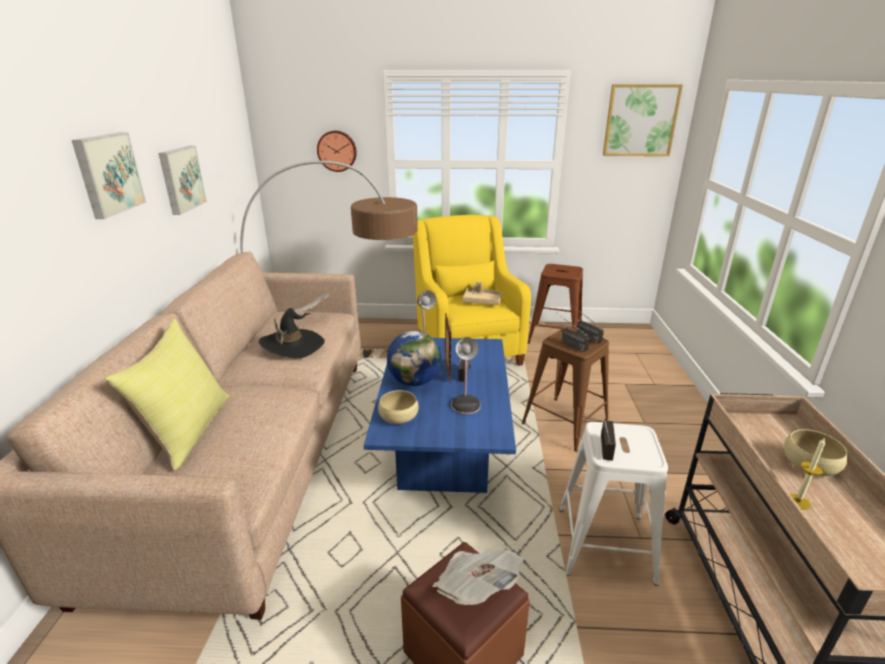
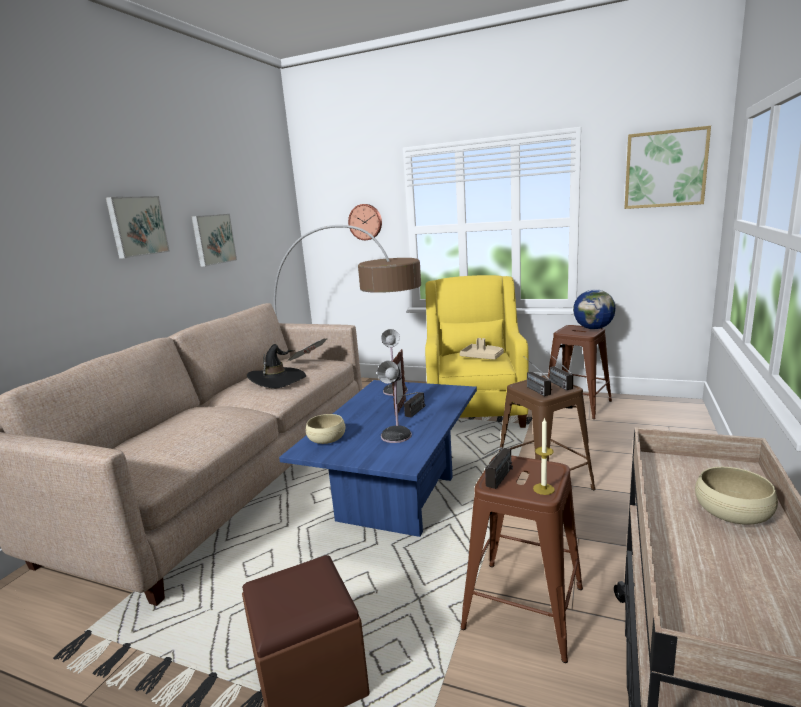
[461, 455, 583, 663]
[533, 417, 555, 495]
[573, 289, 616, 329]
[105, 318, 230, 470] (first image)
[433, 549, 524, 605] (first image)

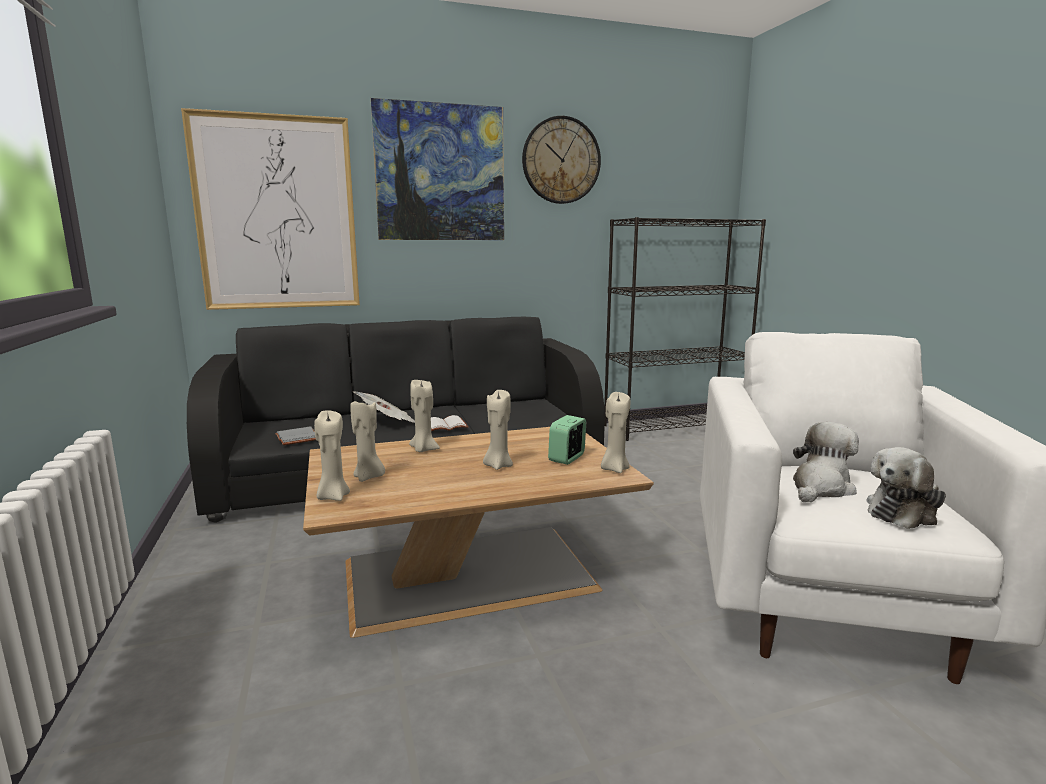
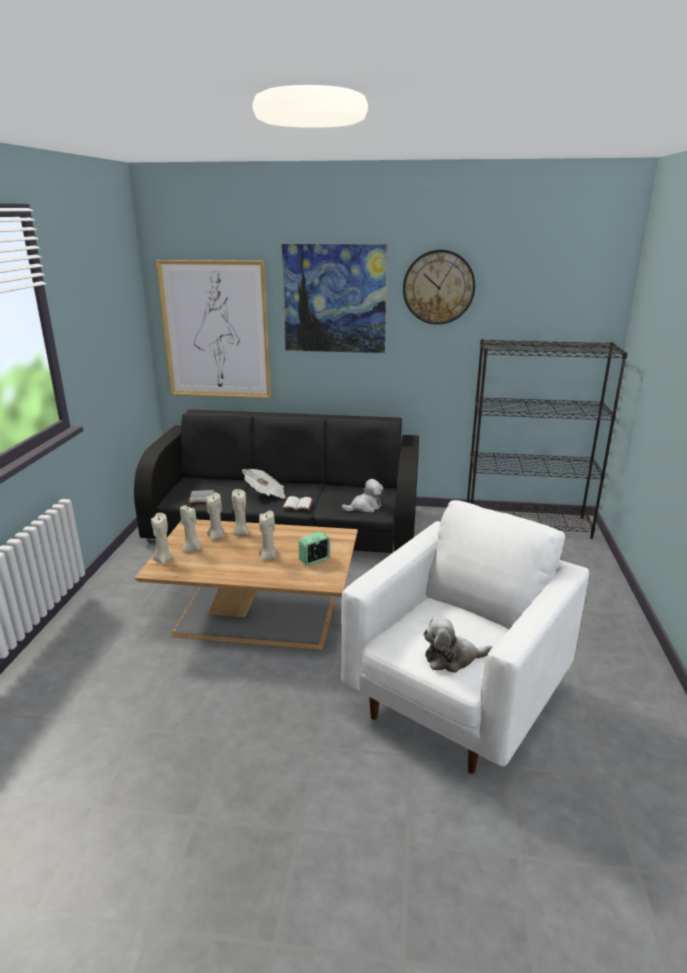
[206, 493, 224, 540]
[342, 479, 384, 512]

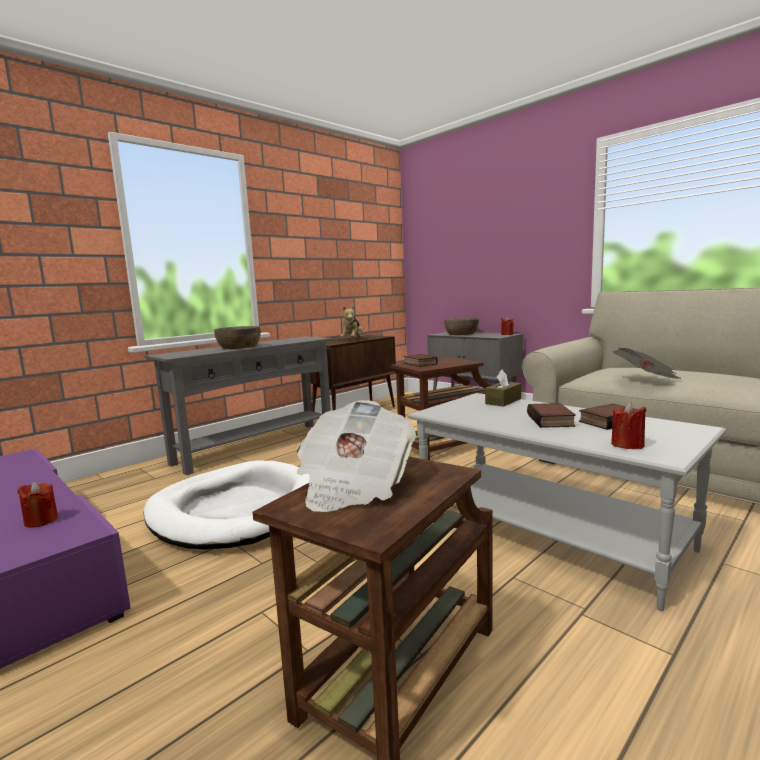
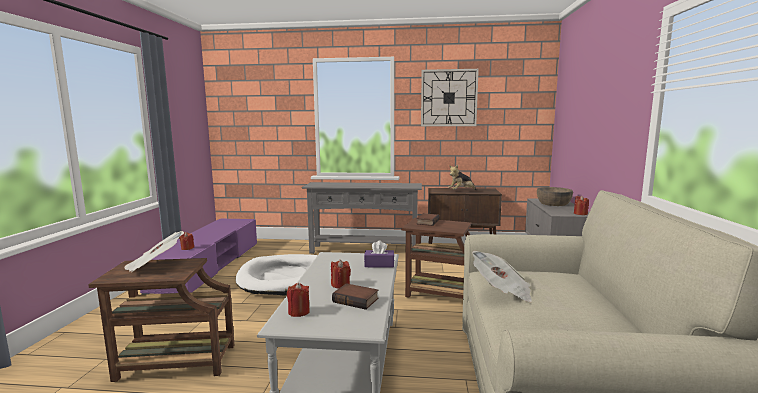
[331, 260, 351, 289]
[364, 240, 394, 268]
[421, 69, 479, 126]
[214, 326, 261, 349] (first image)

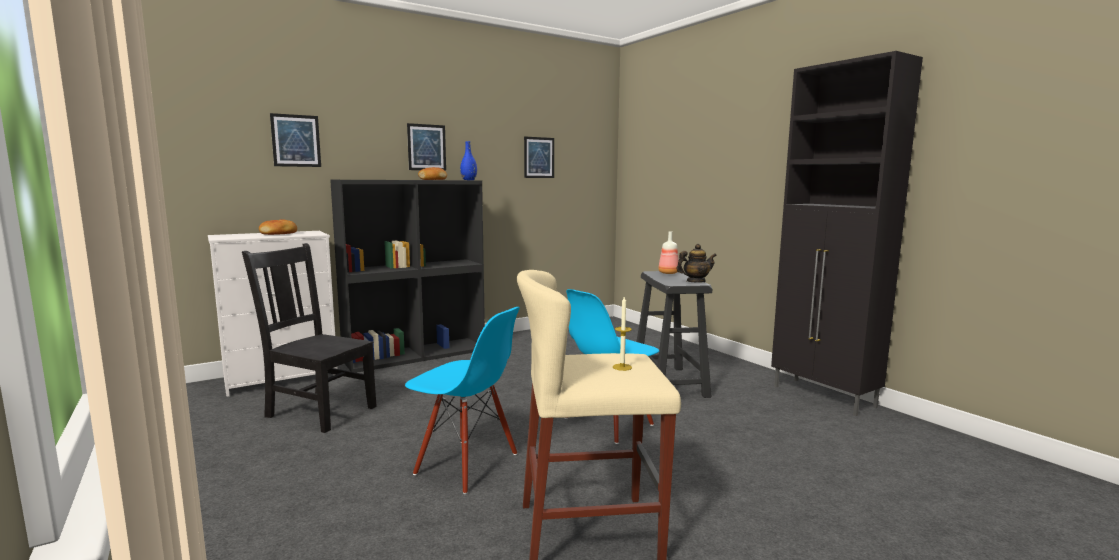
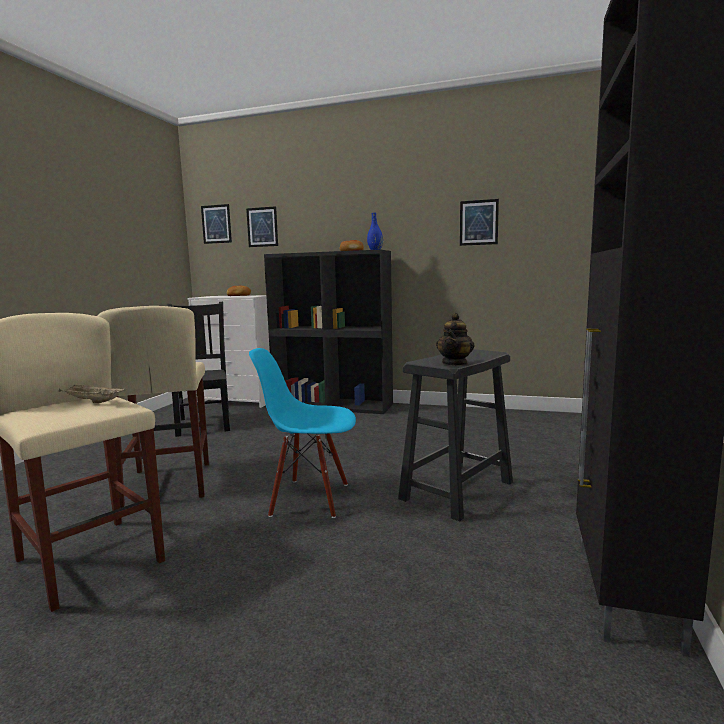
[59, 384, 127, 403]
[97, 306, 209, 508]
[201, 204, 232, 244]
[436, 313, 475, 366]
[613, 297, 632, 371] (first image)
[658, 231, 679, 274] (first image)

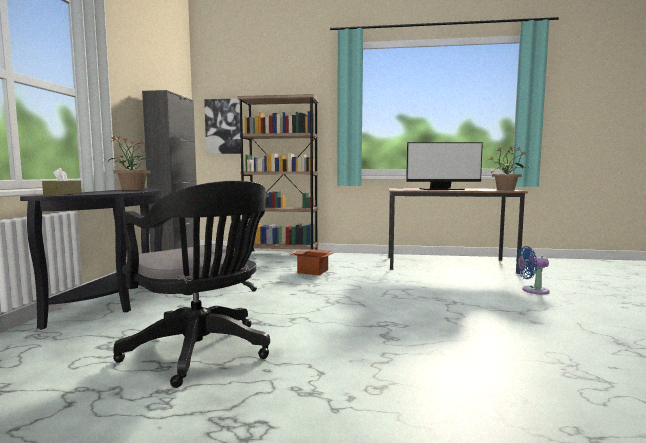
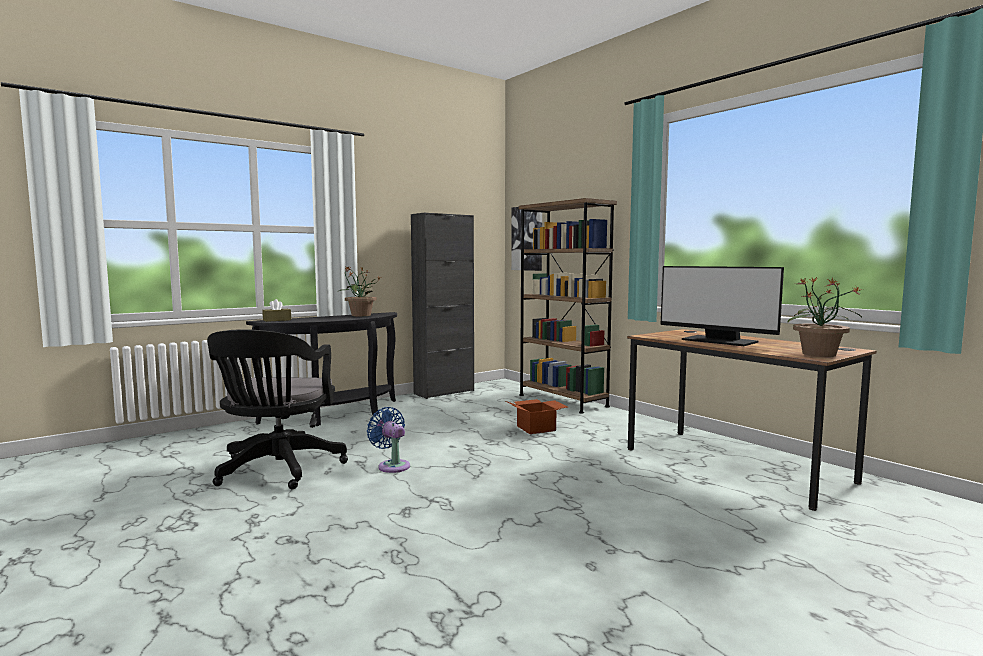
[367, 407, 410, 473]

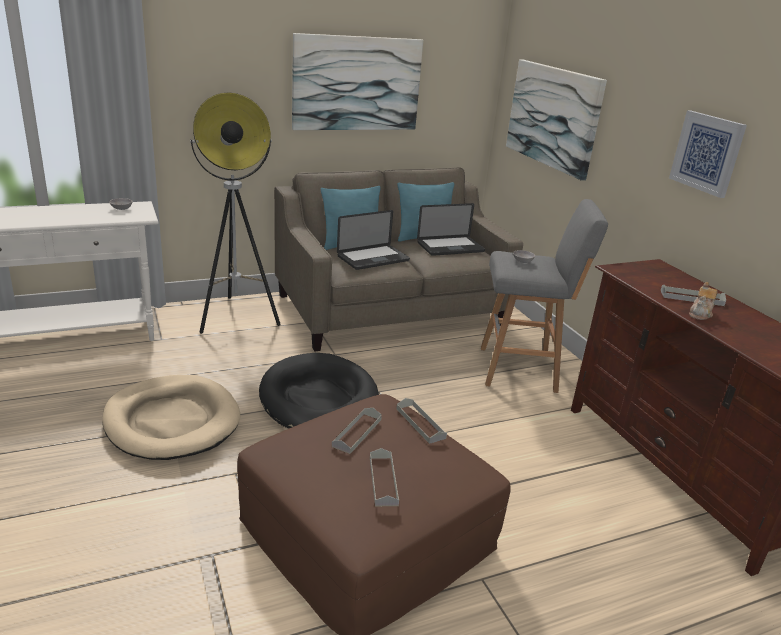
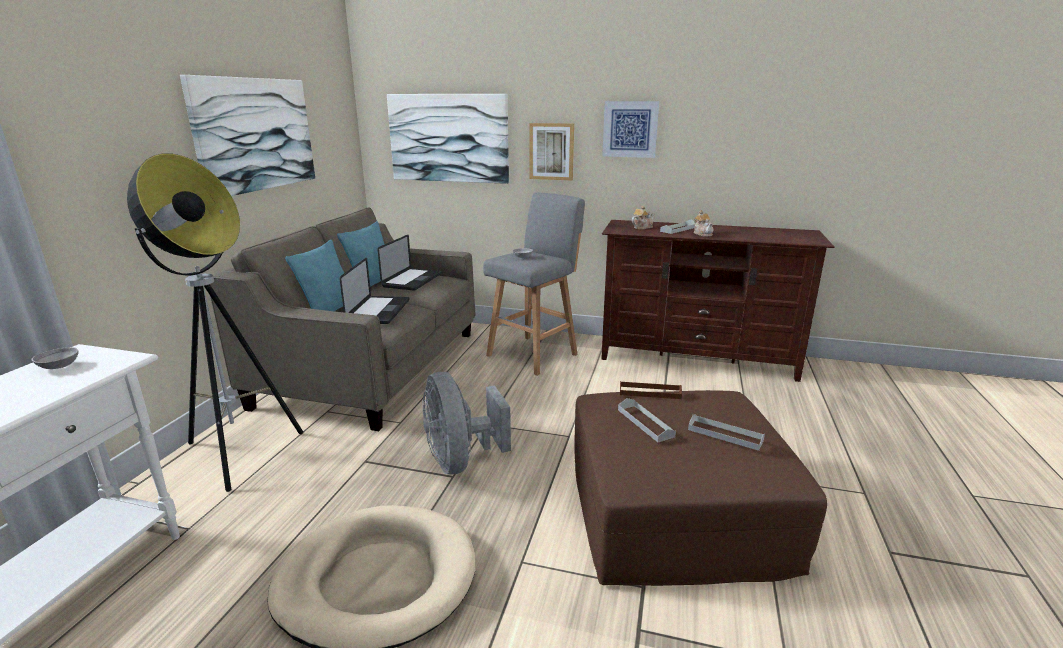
[422, 372, 511, 474]
[530, 123, 574, 180]
[620, 381, 682, 399]
[632, 206, 655, 229]

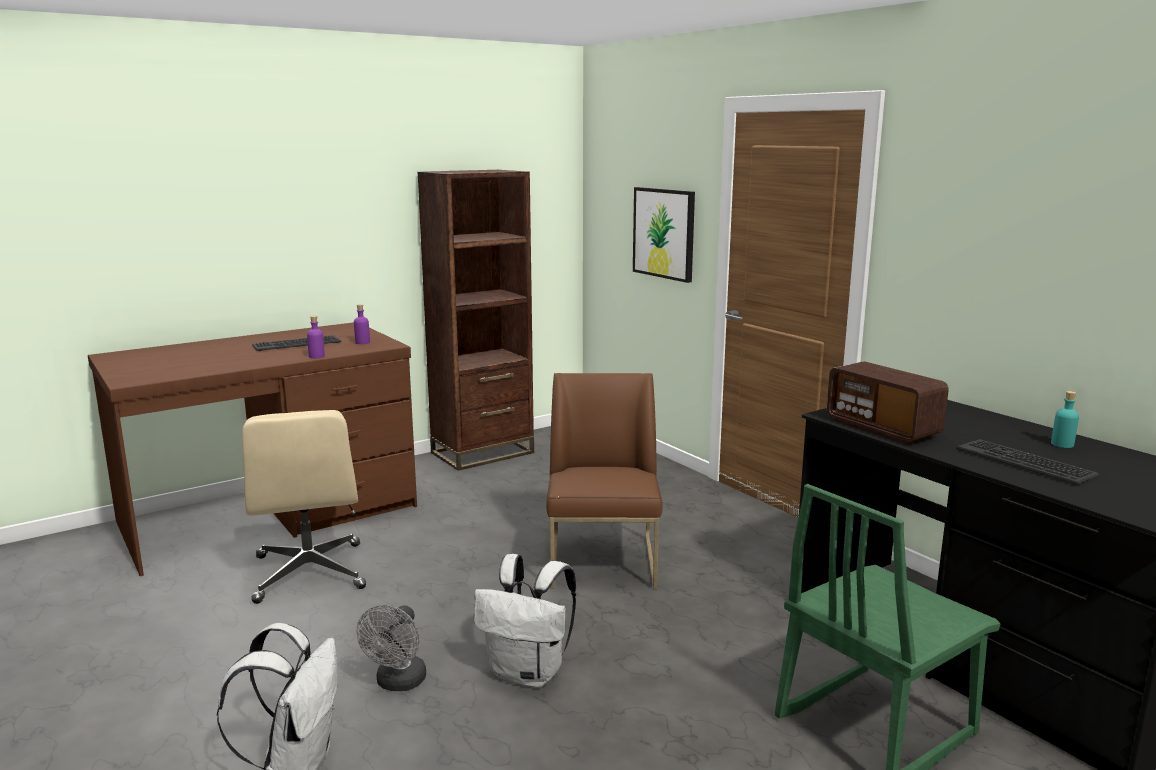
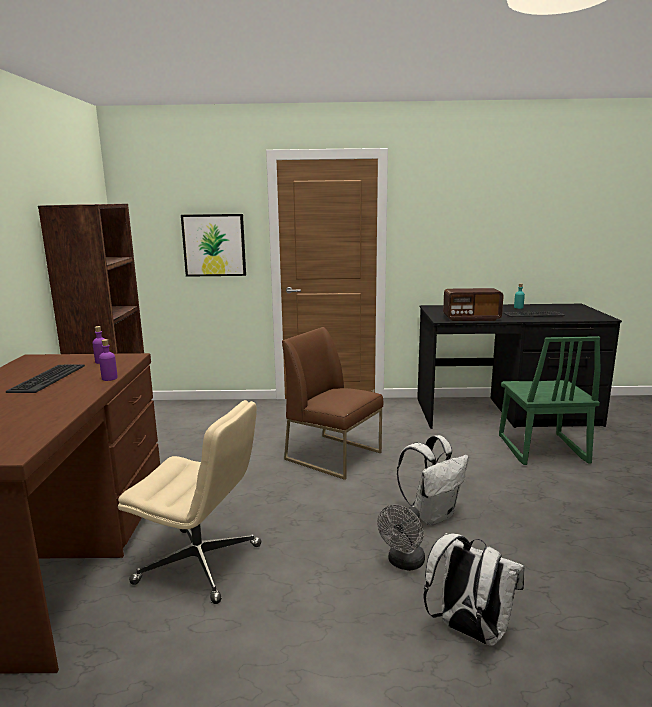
[377, 505, 425, 571]

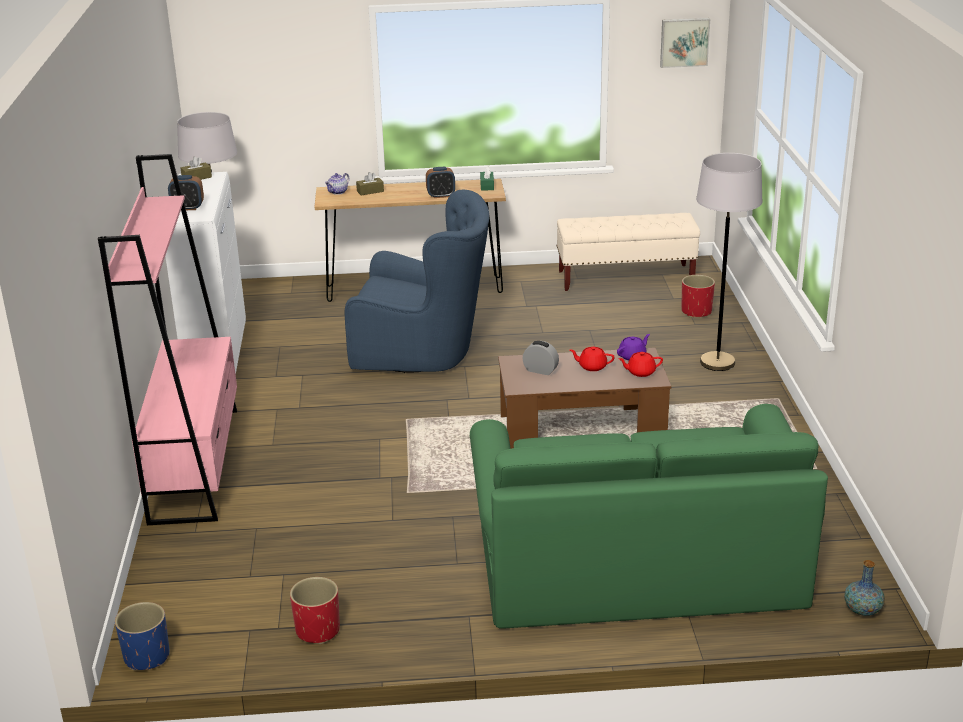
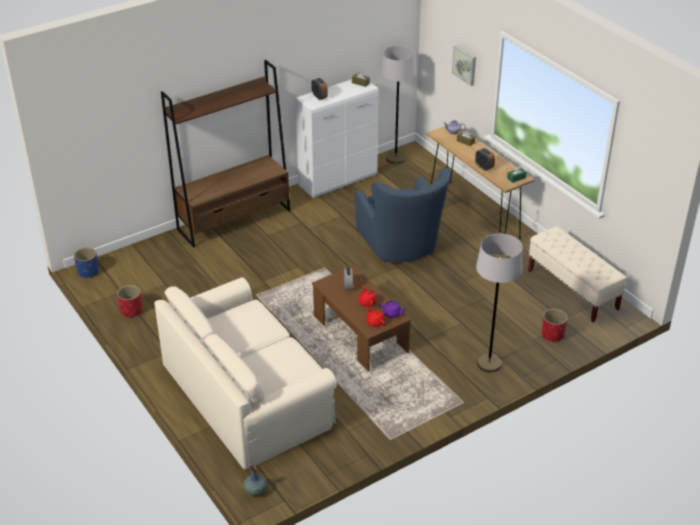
[154, 277, 337, 469]
[161, 60, 290, 248]
[452, 45, 476, 86]

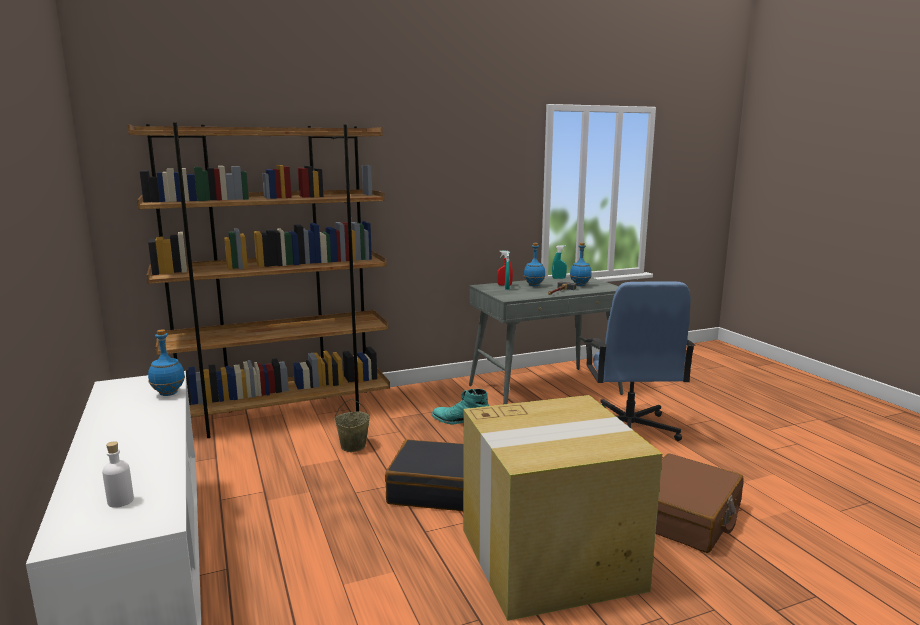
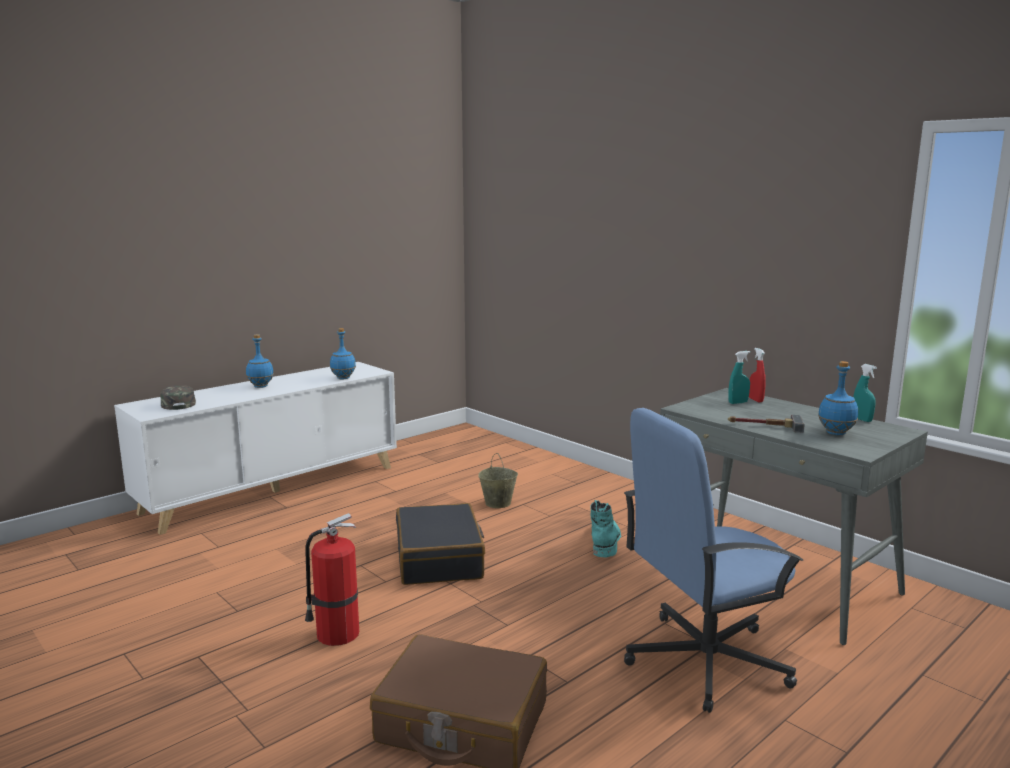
[161, 386, 196, 410]
[246, 335, 274, 388]
[305, 513, 359, 646]
[128, 123, 390, 438] (first image)

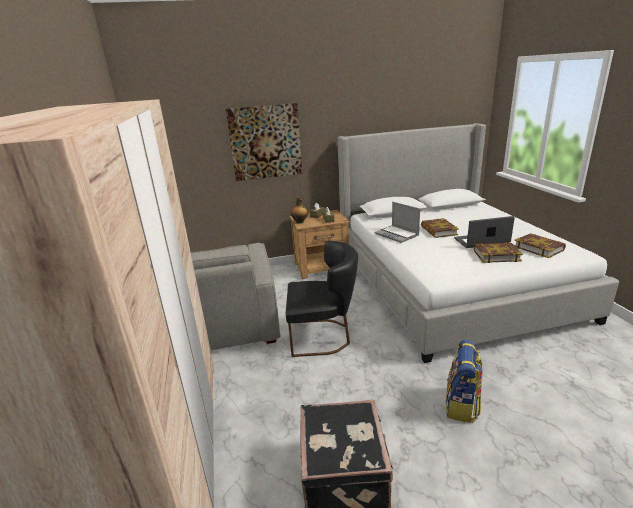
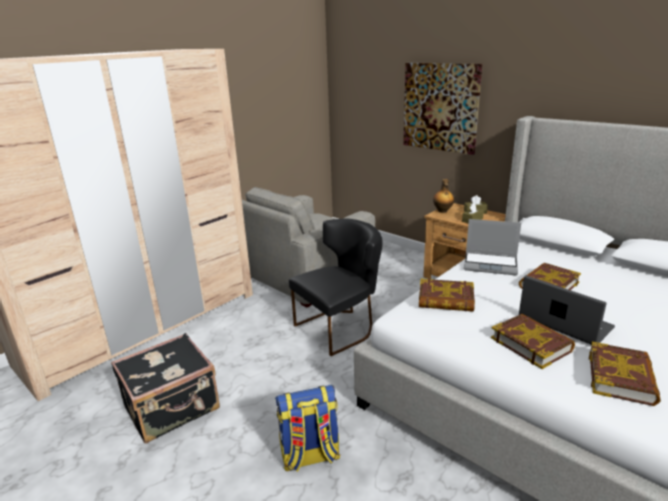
[289, 219, 383, 356]
[419, 278, 475, 312]
[464, 219, 521, 275]

